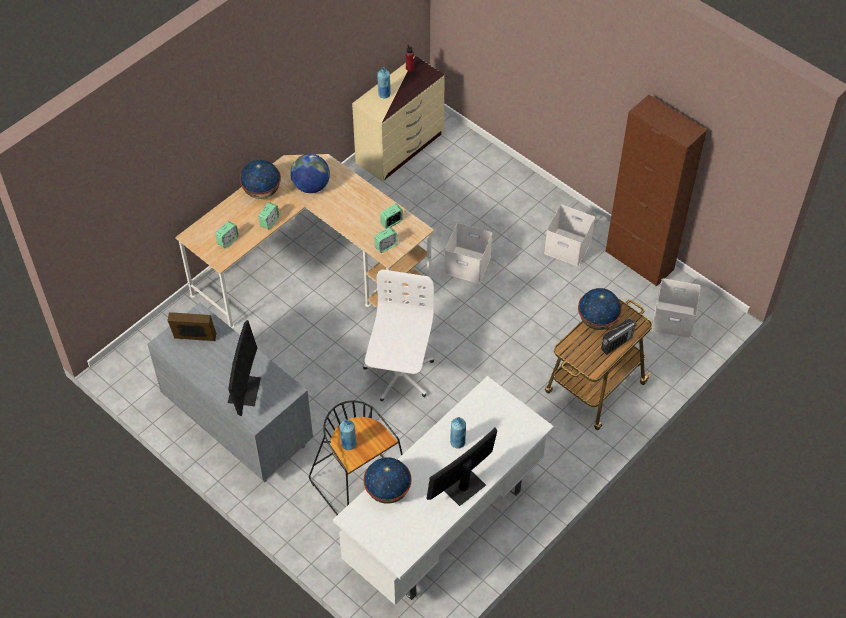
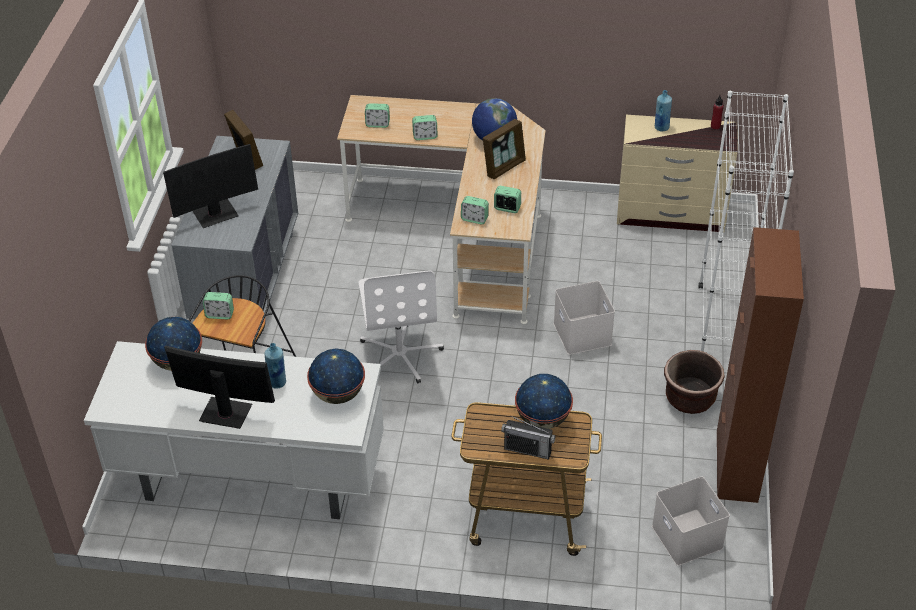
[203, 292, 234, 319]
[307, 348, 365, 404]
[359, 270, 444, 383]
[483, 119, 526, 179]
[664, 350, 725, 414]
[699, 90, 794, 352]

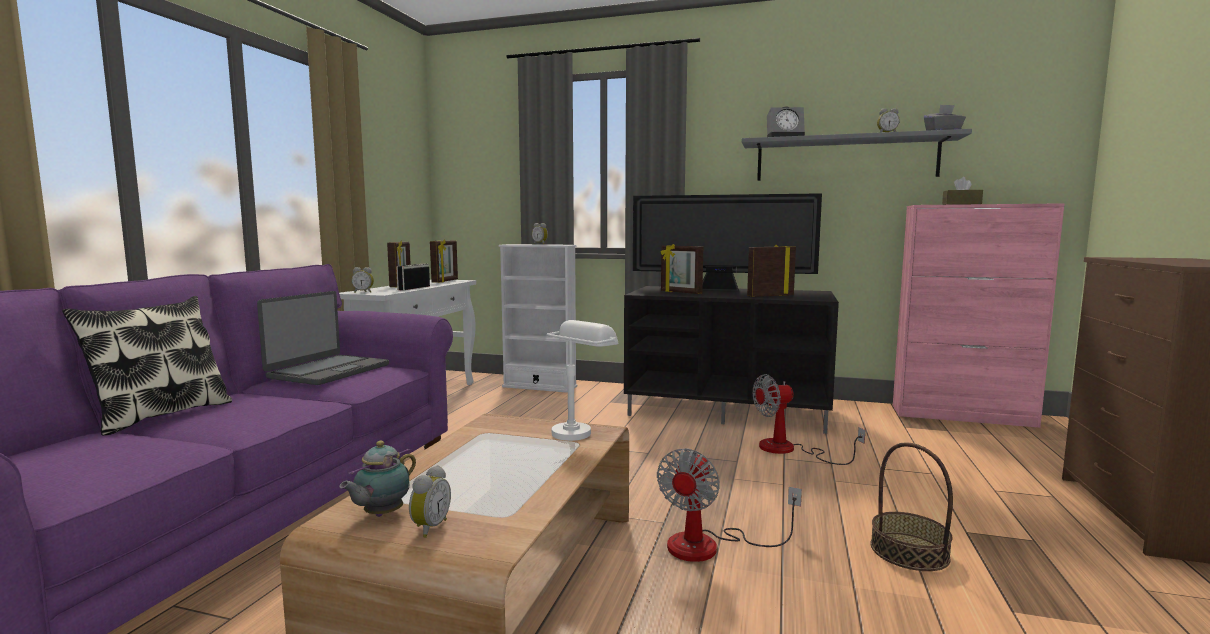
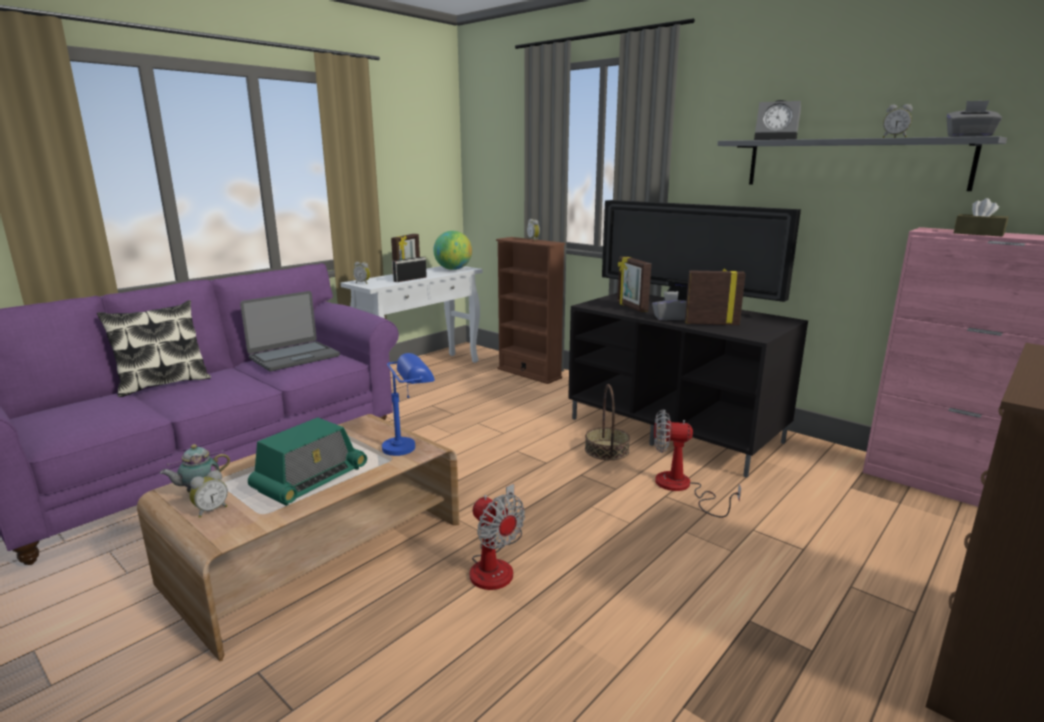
[248, 417, 367, 506]
[382, 353, 435, 456]
[433, 231, 472, 270]
[470, 484, 525, 590]
[496, 237, 565, 384]
[585, 384, 630, 460]
[652, 291, 686, 320]

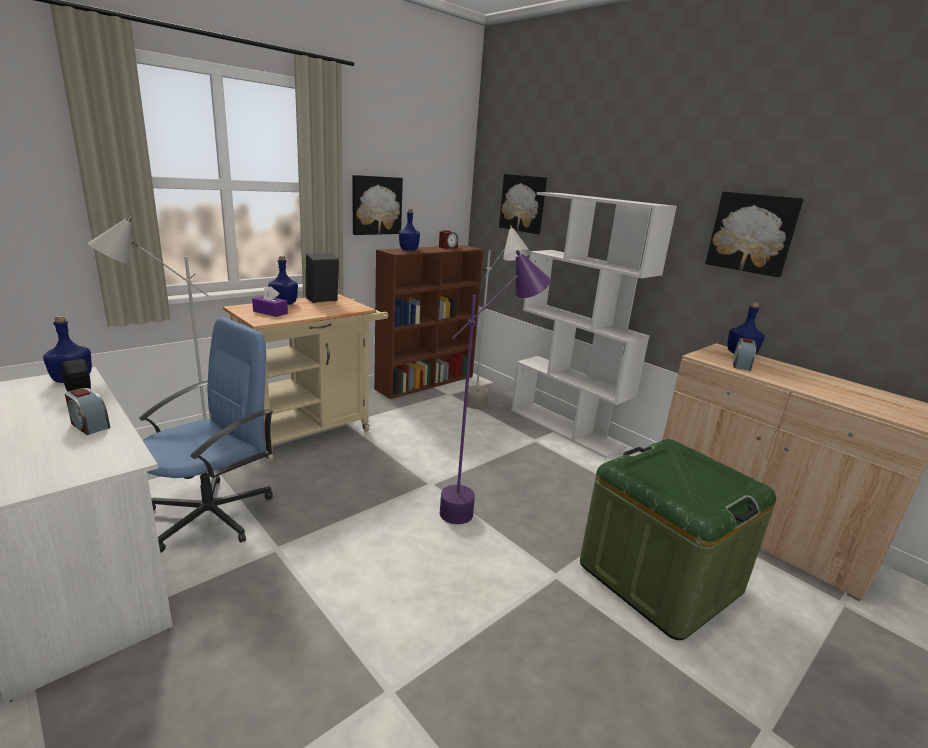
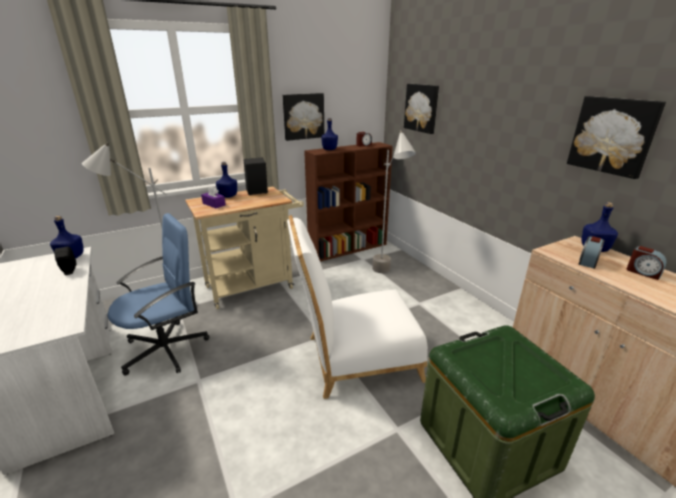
[287, 215, 428, 399]
[626, 246, 667, 280]
[511, 192, 677, 458] (first image)

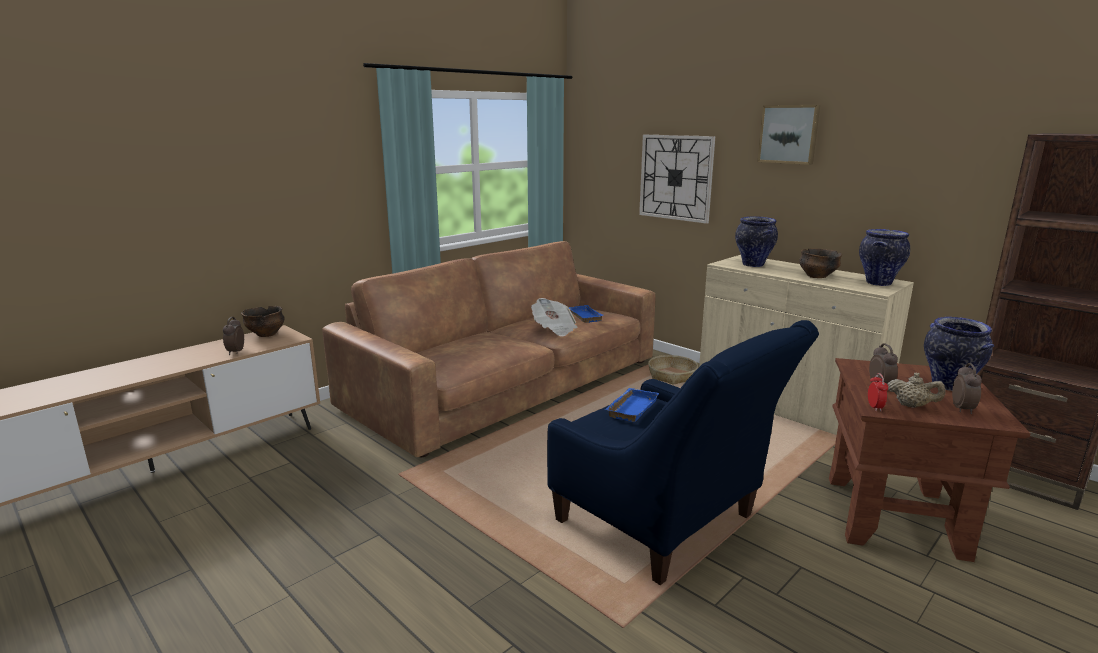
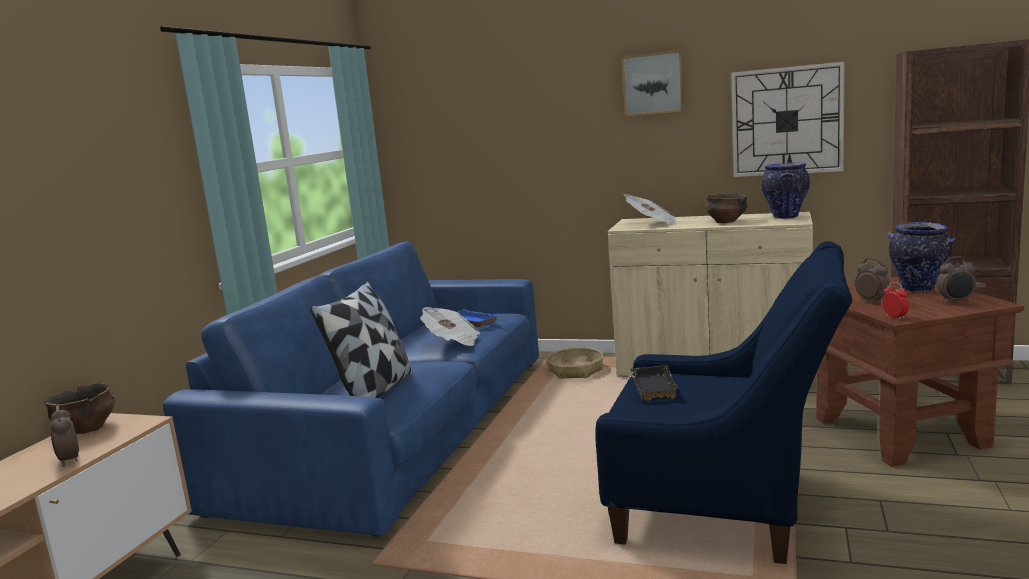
[163, 242, 539, 537]
[310, 281, 412, 398]
[623, 194, 677, 225]
[630, 365, 679, 401]
[731, 61, 845, 177]
[936, 256, 976, 304]
[887, 373, 946, 408] (first image)

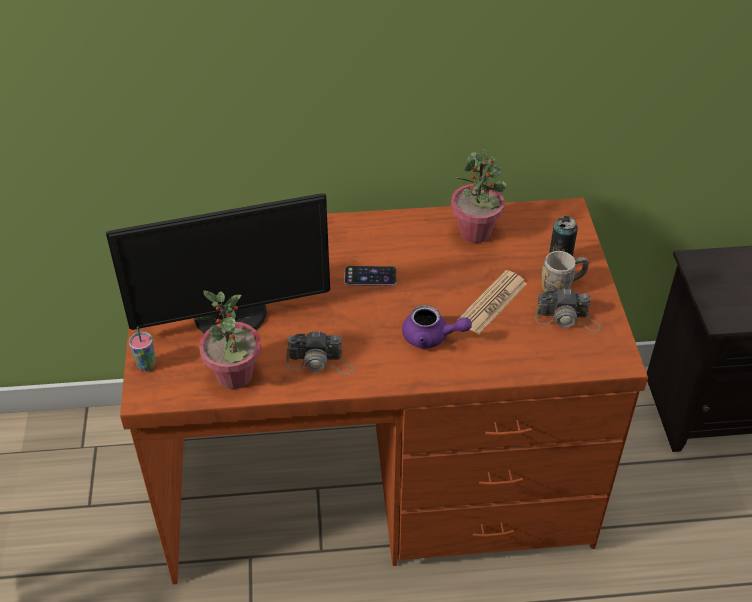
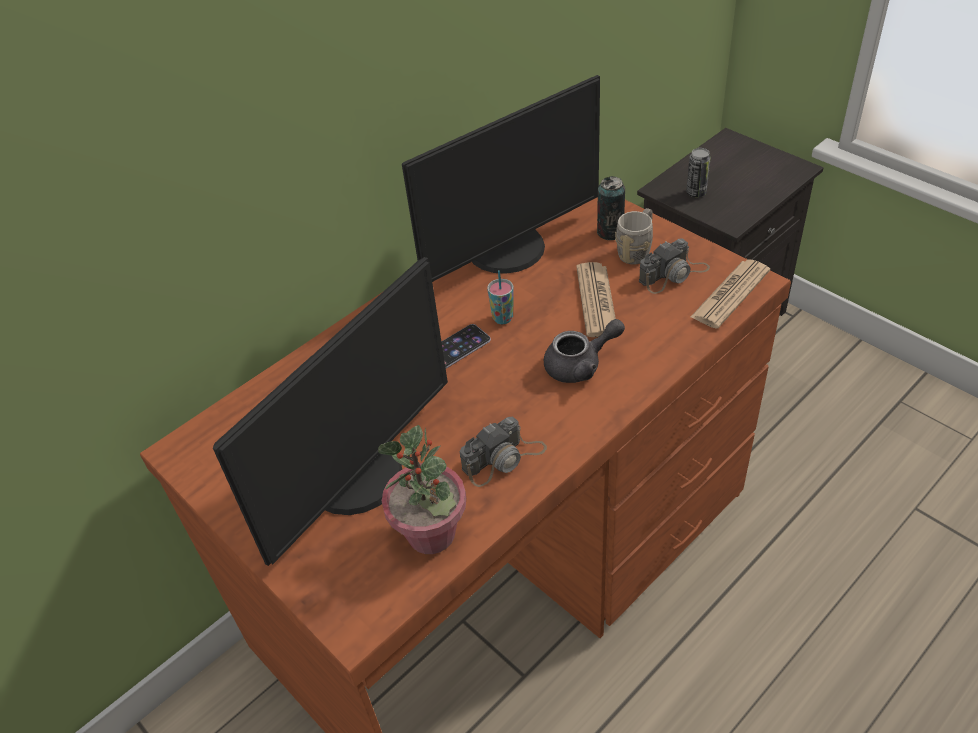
[402, 75, 600, 282]
[487, 270, 514, 324]
[544, 319, 625, 383]
[686, 148, 711, 197]
[691, 260, 770, 329]

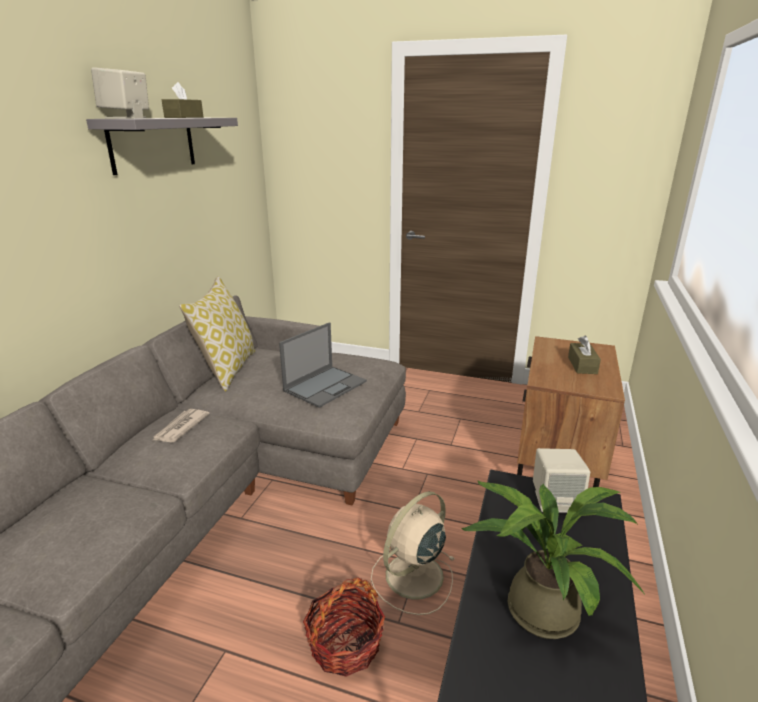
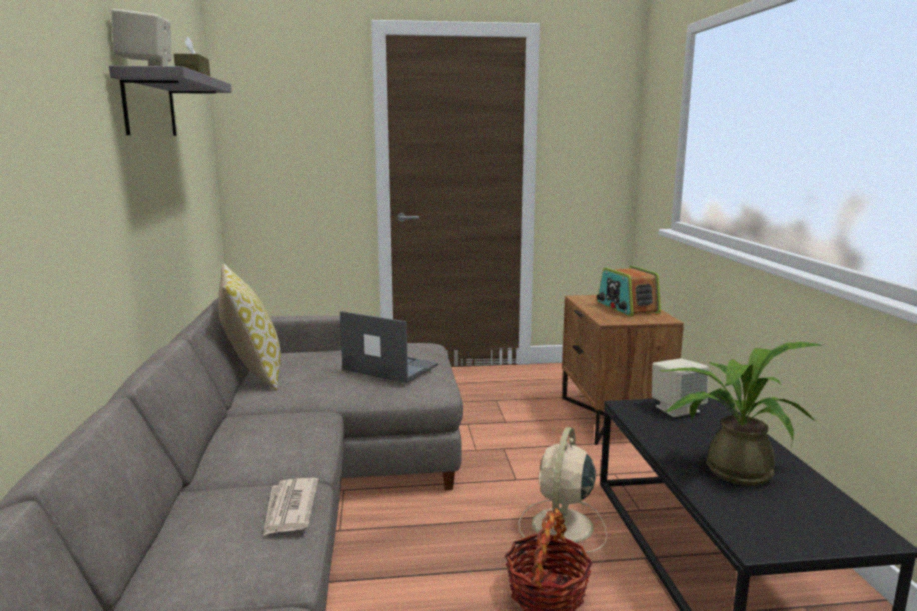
[263, 478, 319, 536]
[340, 311, 438, 383]
[597, 266, 661, 317]

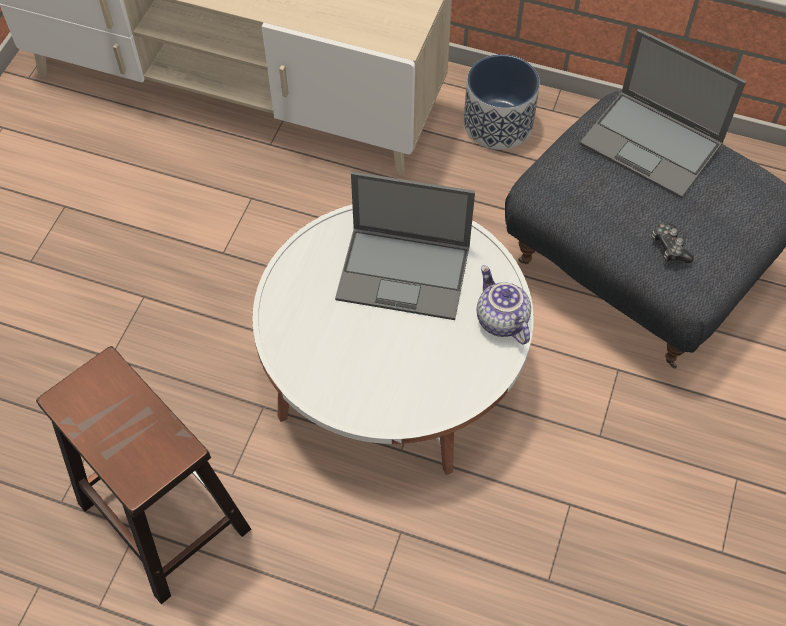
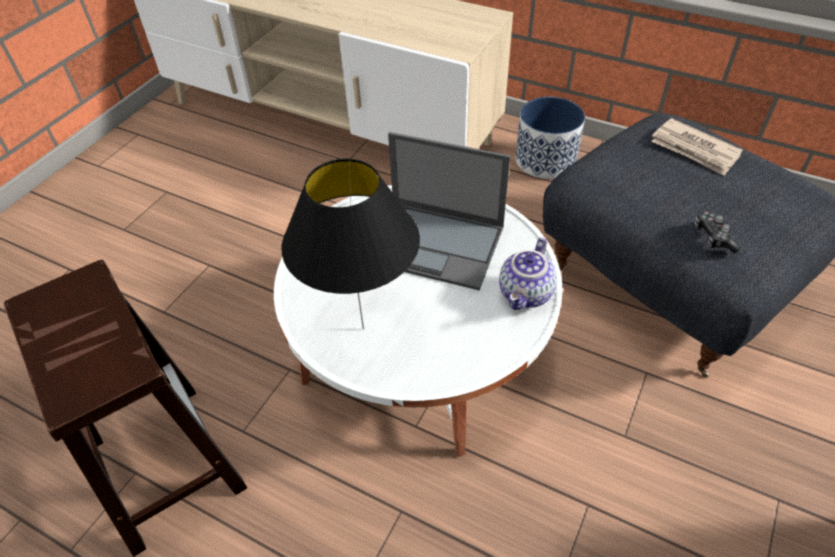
[282, 159, 420, 329]
[499, 237, 557, 310]
[651, 118, 743, 176]

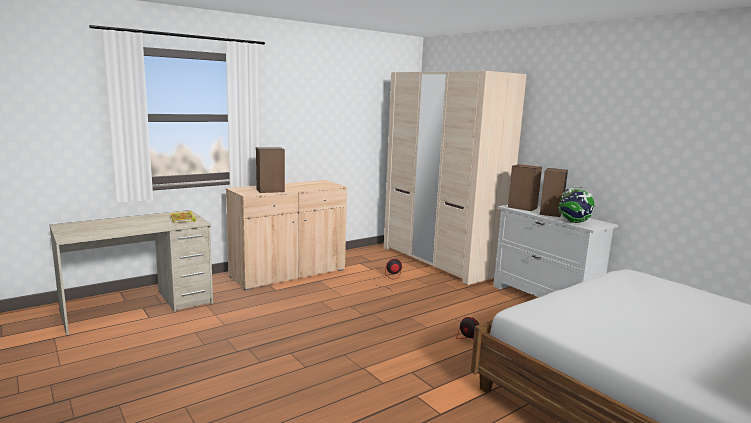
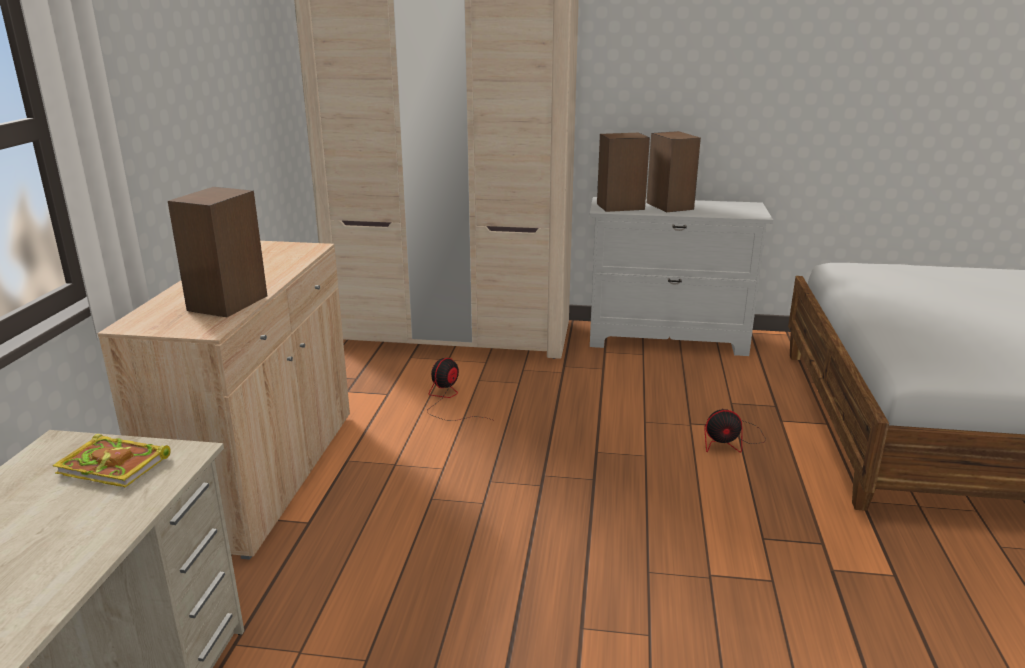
[558, 186, 594, 223] (first image)

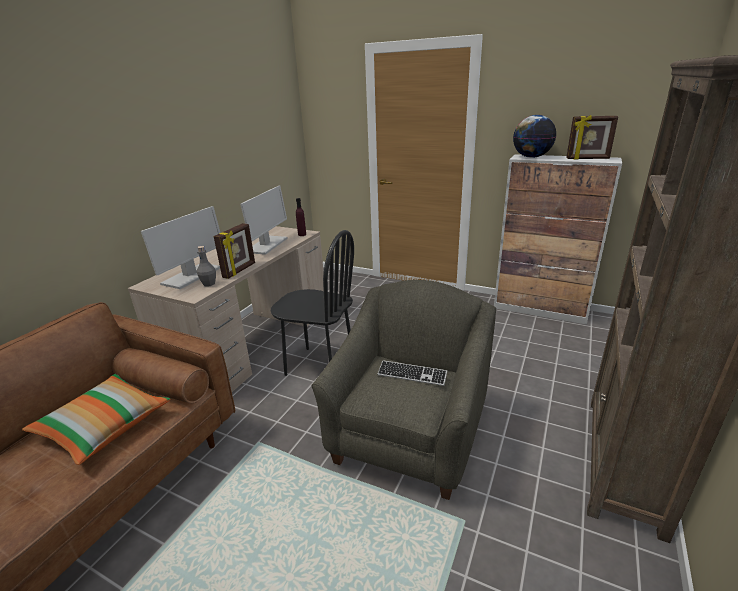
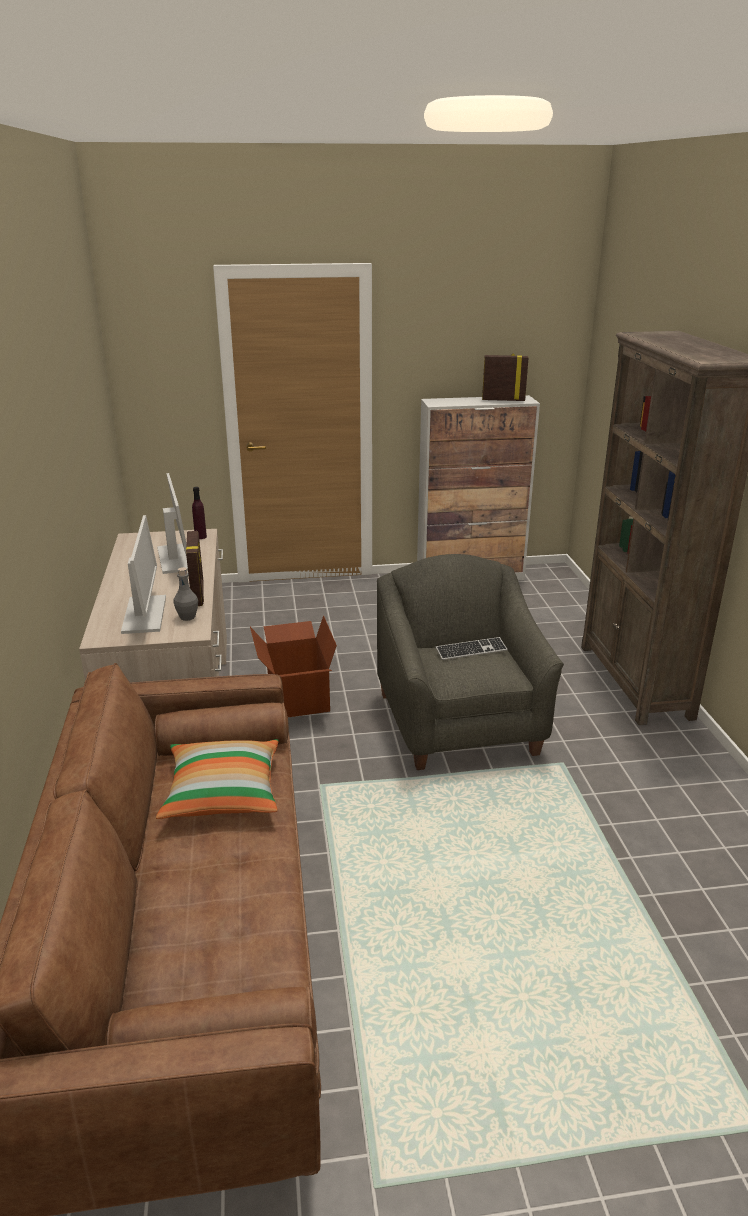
[250, 615, 337, 717]
[482, 354, 528, 401]
[513, 115, 556, 158] (first image)

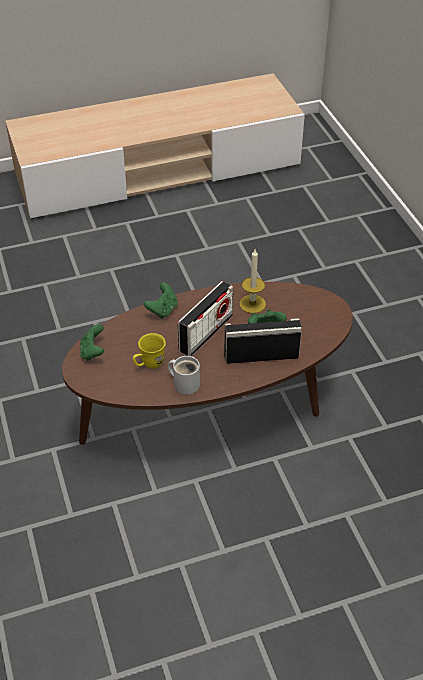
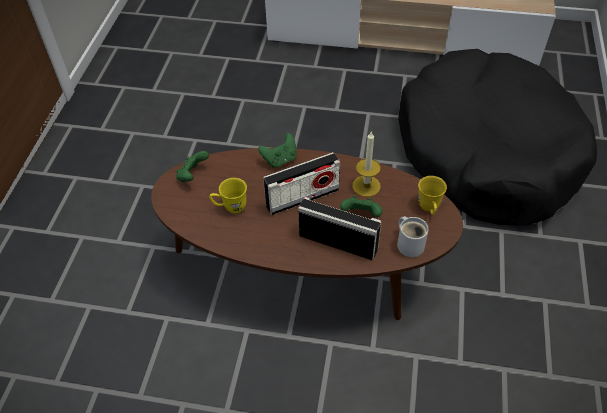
[397, 216, 429, 257]
[398, 49, 597, 226]
[418, 176, 447, 215]

